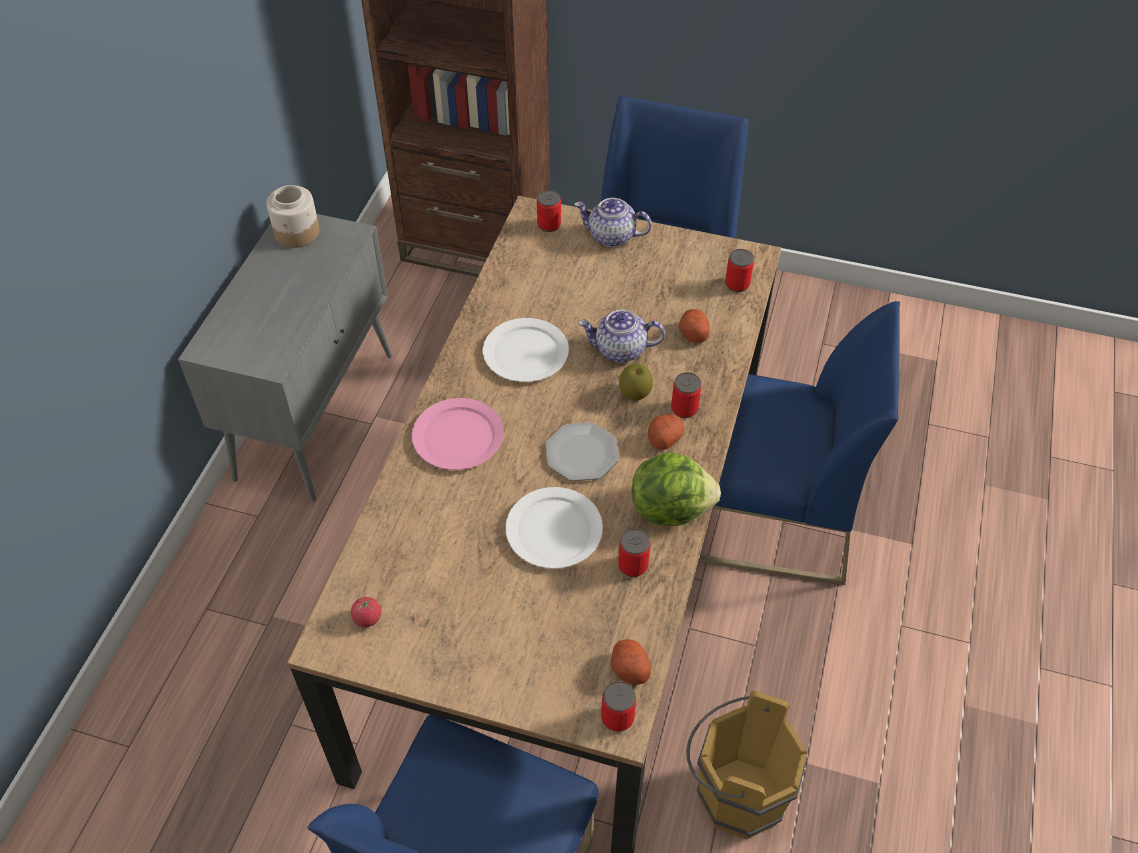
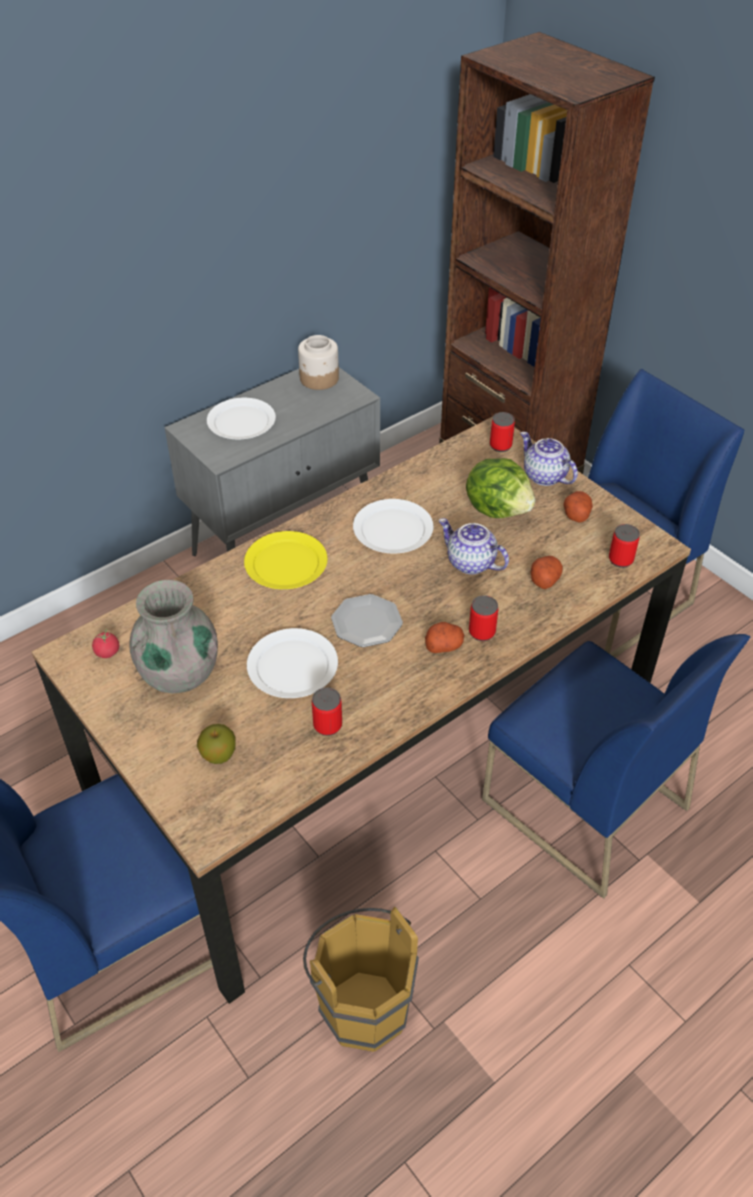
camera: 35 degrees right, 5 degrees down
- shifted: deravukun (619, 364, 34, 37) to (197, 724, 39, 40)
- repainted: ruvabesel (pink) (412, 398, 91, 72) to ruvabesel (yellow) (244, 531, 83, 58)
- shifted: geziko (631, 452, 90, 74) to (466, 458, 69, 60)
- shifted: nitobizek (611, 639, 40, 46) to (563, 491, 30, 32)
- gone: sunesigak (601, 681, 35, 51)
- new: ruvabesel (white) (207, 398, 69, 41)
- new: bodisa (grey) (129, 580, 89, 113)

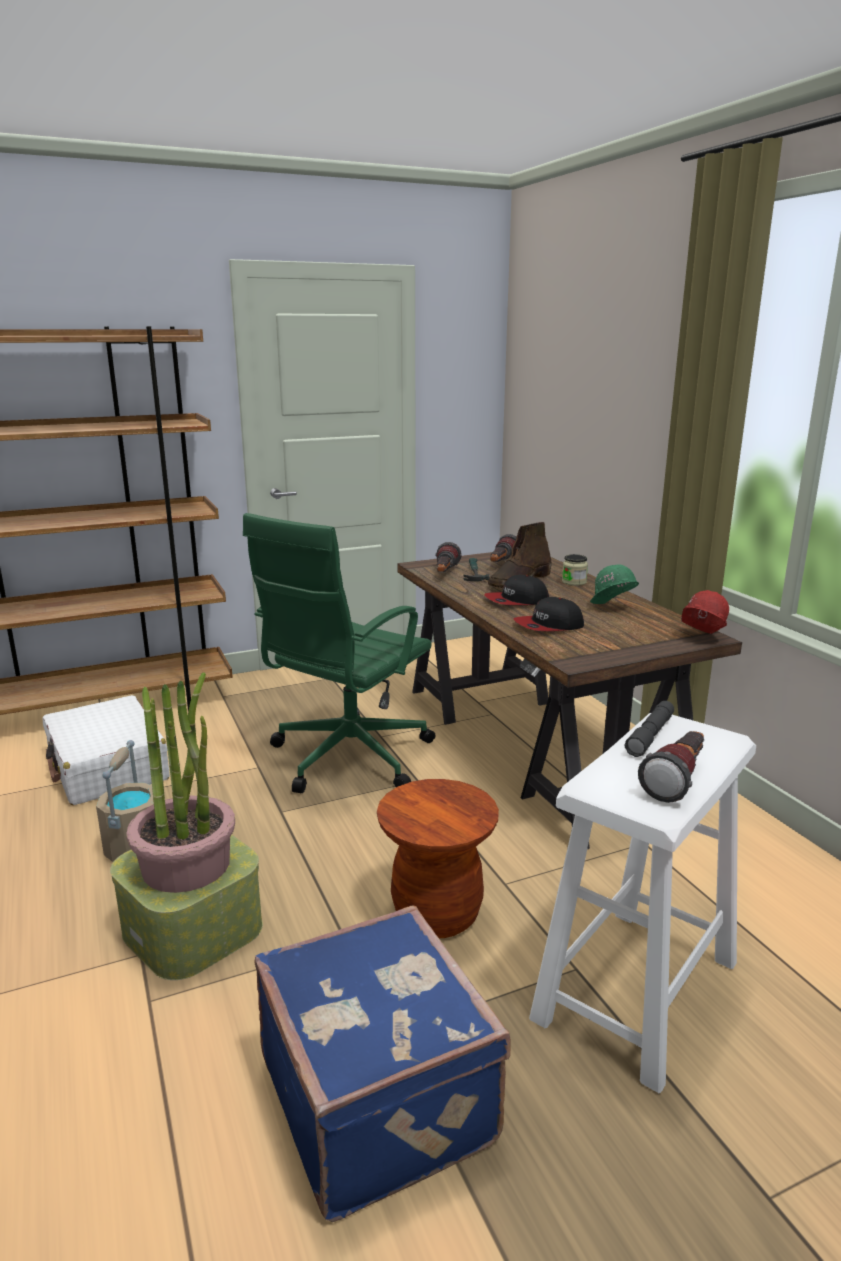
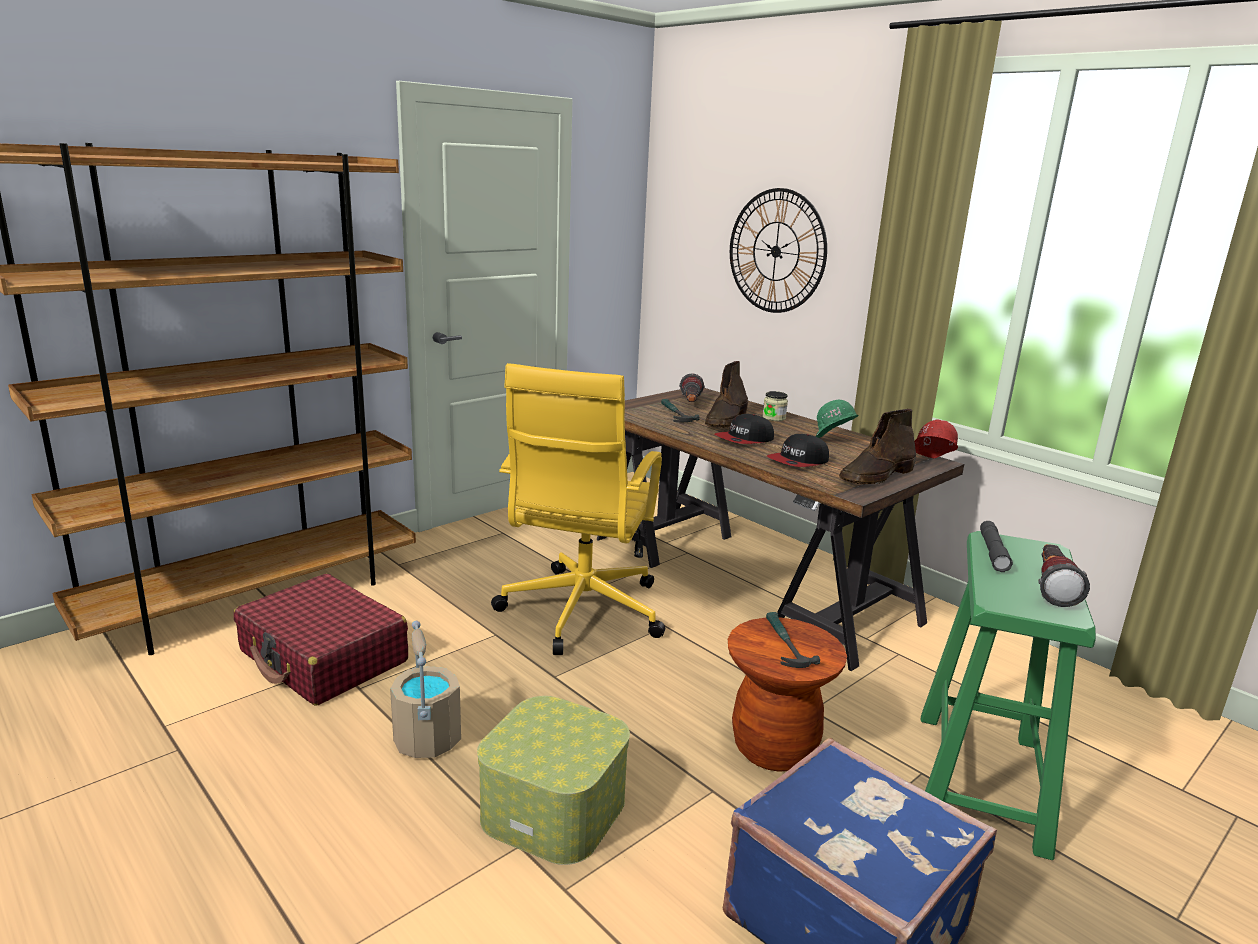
camera: 20 degrees left, 0 degrees up
- repainted: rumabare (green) (243, 513, 193, 280) to rumabare (yellow) (491, 363, 174, 292)
- gone: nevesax (435, 542, 27, 30)
- gone: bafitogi (126, 672, 109, 221)
- repainted: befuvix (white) (43, 695, 127, 110) to befuvix (red) (234, 574, 174, 132)
- repainted: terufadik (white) (529, 713, 227, 380) to terufadik (green) (921, 531, 175, 329)
- new: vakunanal (730, 188, 97, 125)
- new: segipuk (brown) (839, 409, 77, 75)
- new: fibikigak (766, 612, 54, 56)

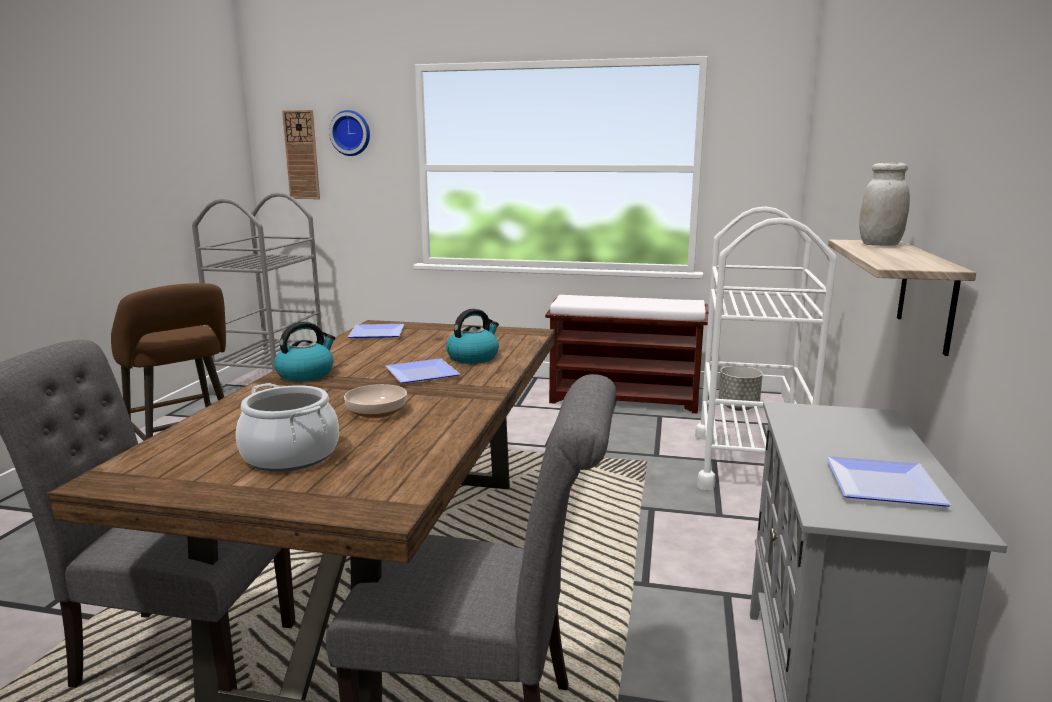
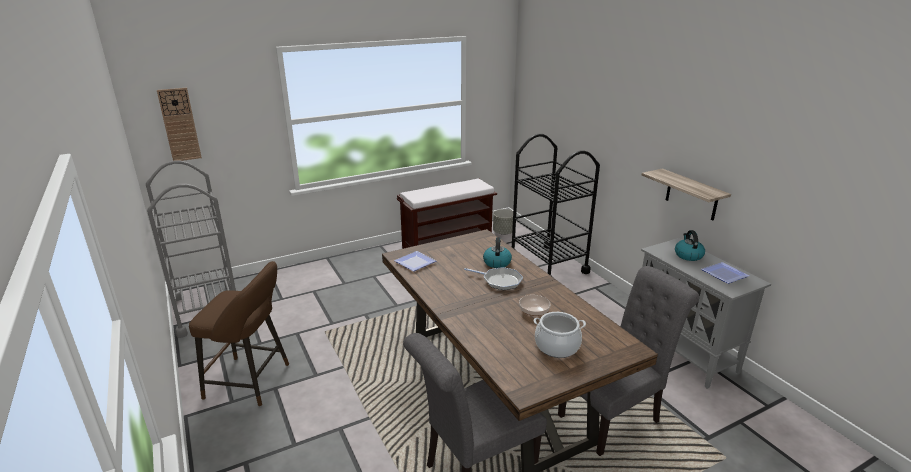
camera: 40 degrees left, 10 degrees up
- gone: vakunanal (329, 110, 41, 46)
- gone: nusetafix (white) (859, 163, 51, 83)
- repainted: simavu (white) (695, 206, 142, 284) to simavu (black) (512, 134, 88, 142)
- shifted: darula (274, 321, 61, 60) to (675, 230, 30, 31)
- swapped: ruvabesel (385, 358, 75, 25) to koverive (464, 267, 59, 23)

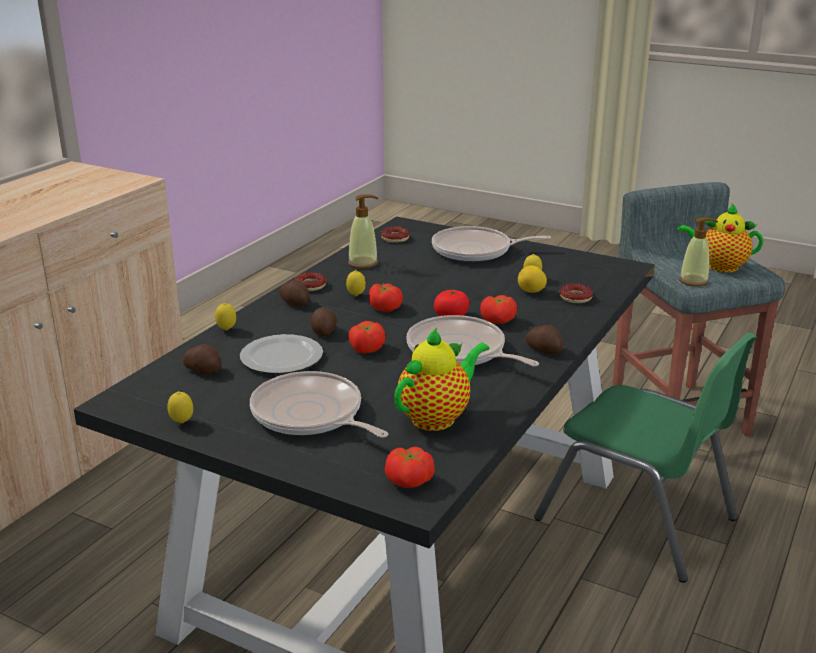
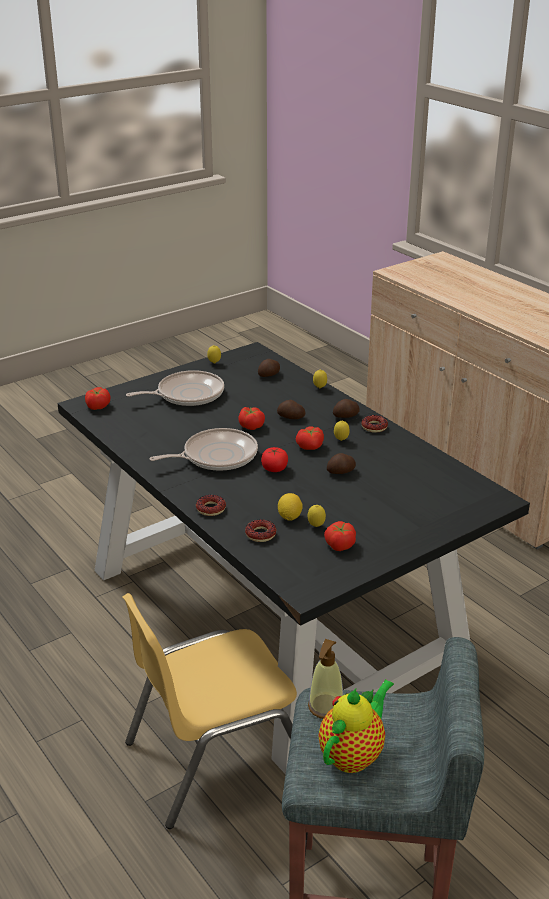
camera: 115 degrees right, 5 degrees up
- gone: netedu (348, 194, 30, 75)
- shifted: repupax (381, 226, 29, 17) to (196, 495, 30, 21)
- gone: koverive (432, 226, 119, 36)
- shifted: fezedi (480, 295, 37, 29) to (324, 521, 32, 30)
- shifted: nitobizek (526, 325, 37, 29) to (327, 453, 29, 21)
- gone: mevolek (394, 328, 95, 103)
- repainted: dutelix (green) (534, 332, 223, 251) to dutelix (yellow) (122, 593, 175, 236)
- gone: ruvabesel (240, 334, 83, 40)

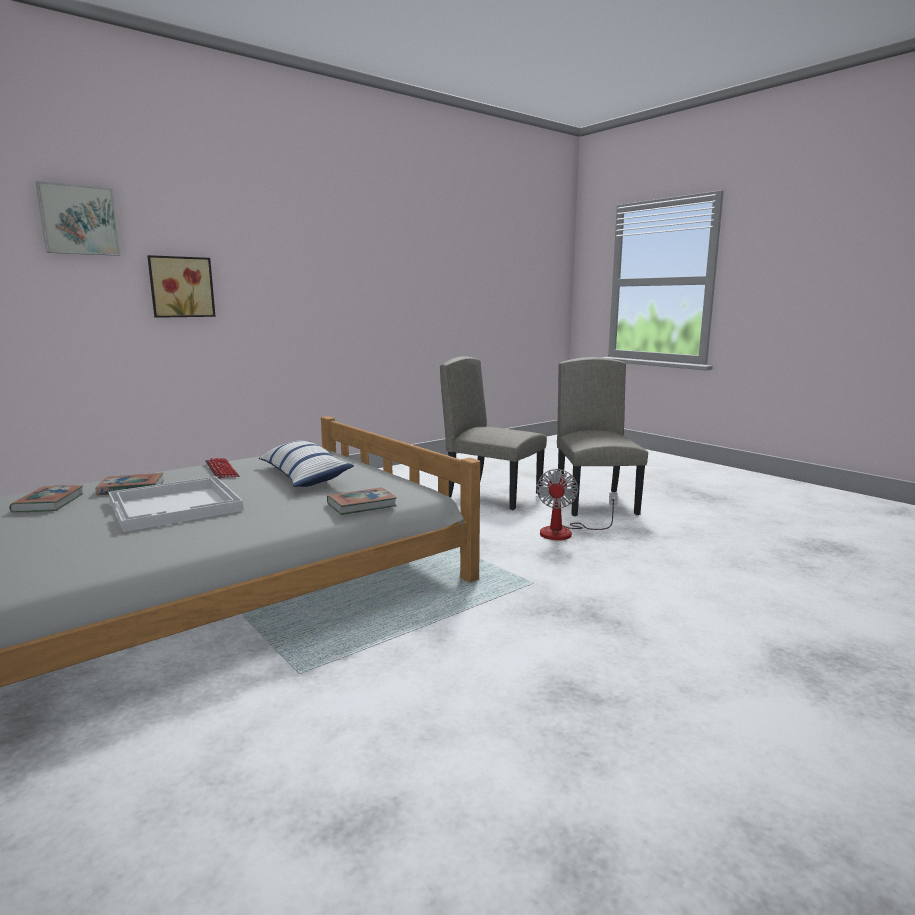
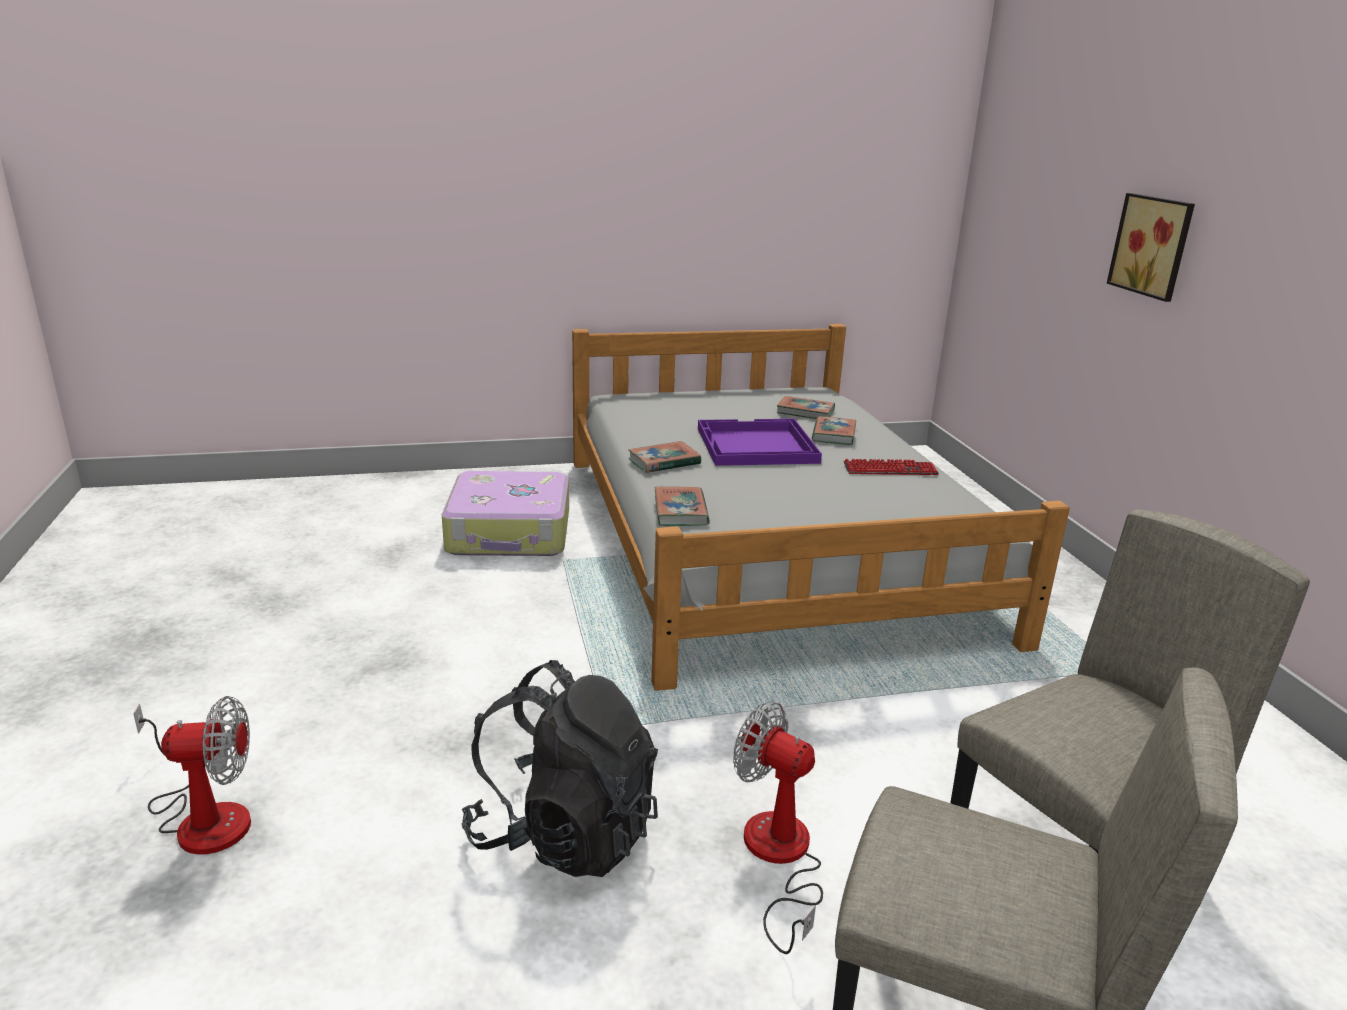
camera: 115 degrees right, 10 degrees up
- gone: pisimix (36, 181, 85, 75)
- gone: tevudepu (259, 441, 95, 46)
- repainted: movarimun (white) (109, 476, 135, 56) to movarimun (purple) (698, 419, 124, 47)
- new: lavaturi (628, 441, 73, 32)
- new: befuvix (442, 471, 127, 85)
- new: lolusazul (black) (461, 660, 197, 217)
- new: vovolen (133, 696, 118, 159)

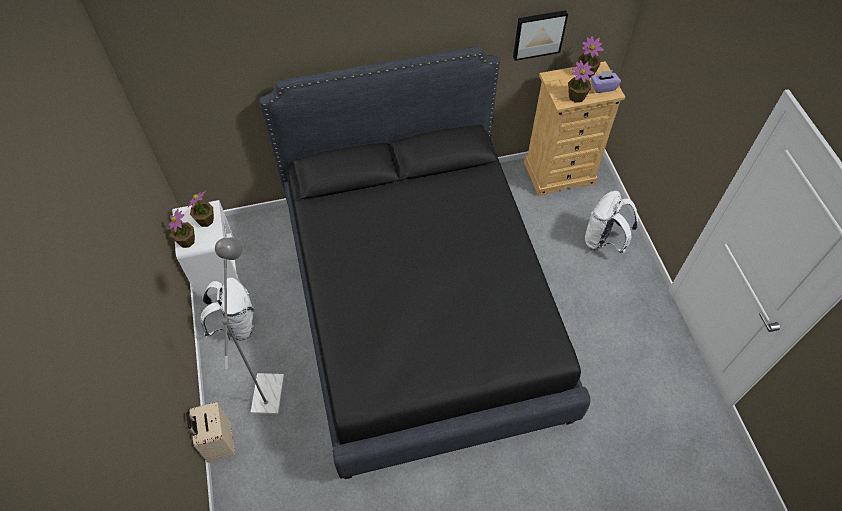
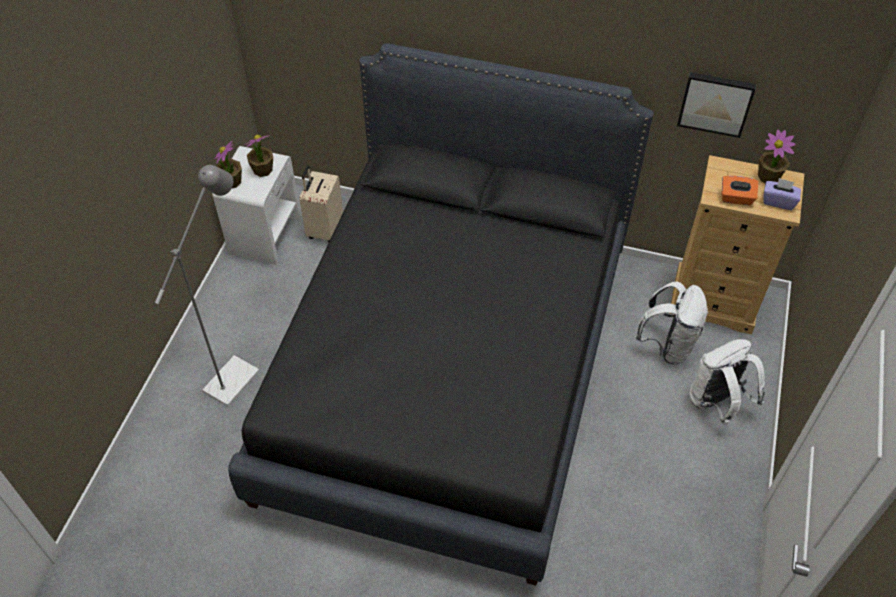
camera: 30 degrees right, 5 degrees down
- swapped: bafitogi (568, 60, 26, 43) to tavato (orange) (722, 176, 36, 29)
- shifted: lolusazul (white) (200, 278, 54, 63) to (635, 282, 74, 82)
- shifted: befuvix (beige) (186, 402, 49, 61) to (299, 165, 44, 77)

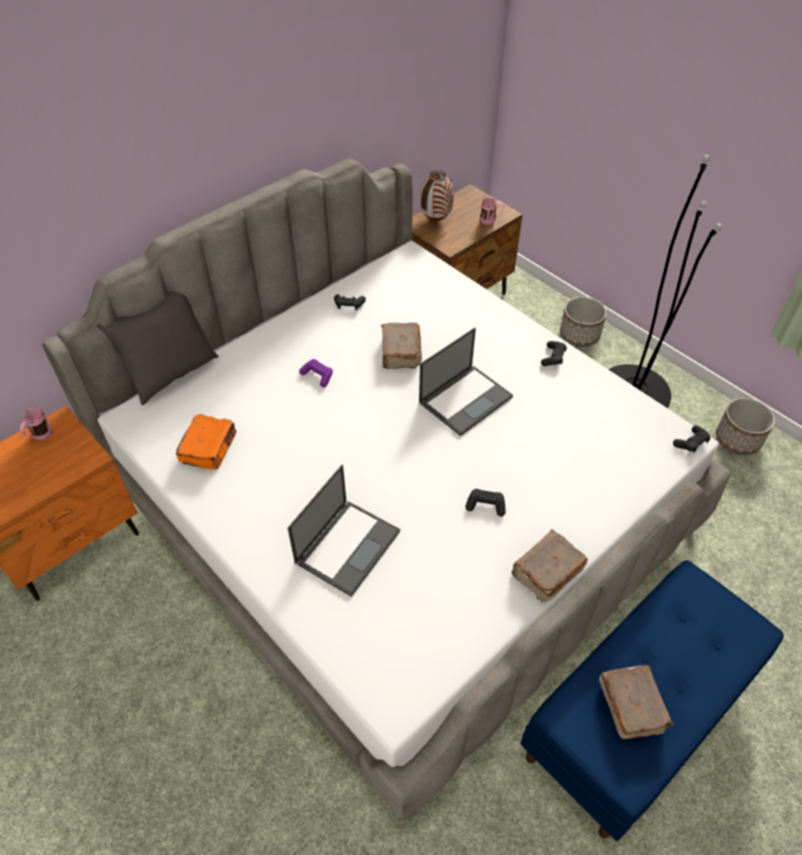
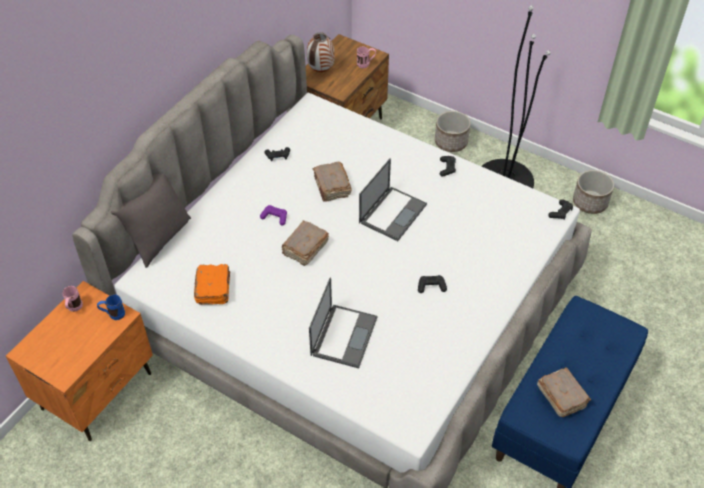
camera: 15 degrees left, 0 degrees up
- shifted: lavaturi (brown) (511, 529, 77, 73) to (282, 221, 47, 45)
- new: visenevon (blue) (97, 294, 28, 26)

